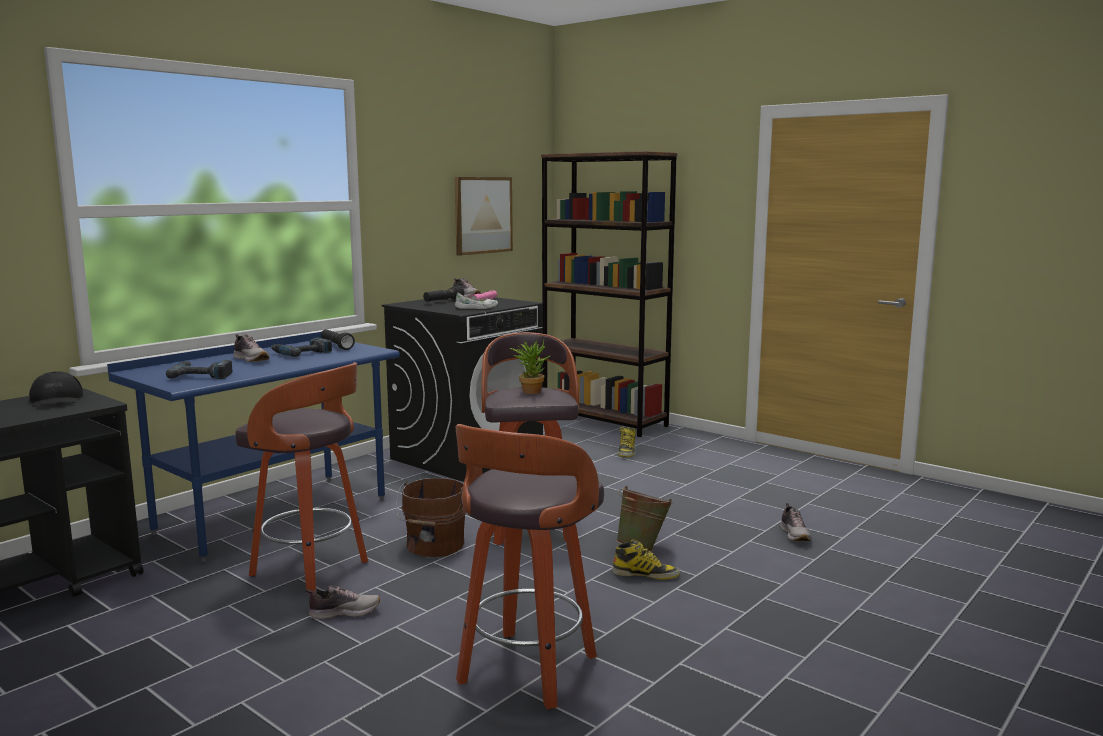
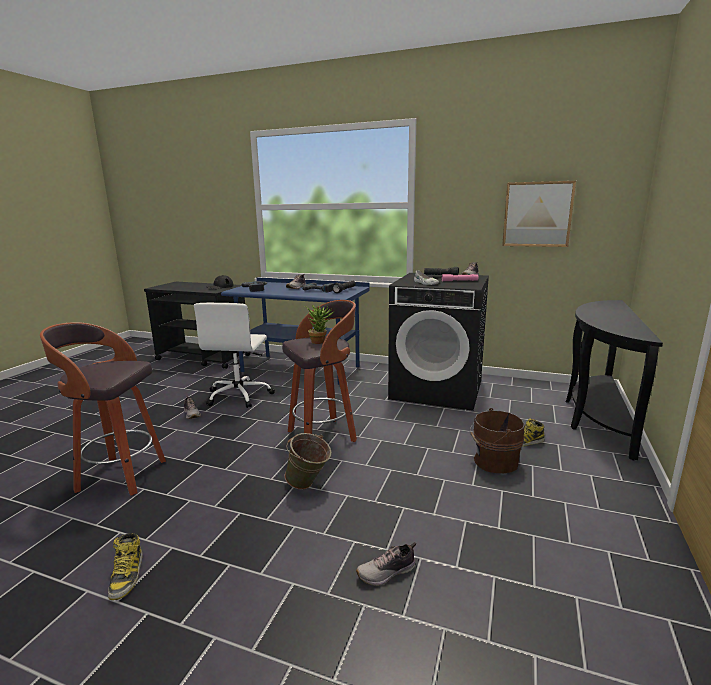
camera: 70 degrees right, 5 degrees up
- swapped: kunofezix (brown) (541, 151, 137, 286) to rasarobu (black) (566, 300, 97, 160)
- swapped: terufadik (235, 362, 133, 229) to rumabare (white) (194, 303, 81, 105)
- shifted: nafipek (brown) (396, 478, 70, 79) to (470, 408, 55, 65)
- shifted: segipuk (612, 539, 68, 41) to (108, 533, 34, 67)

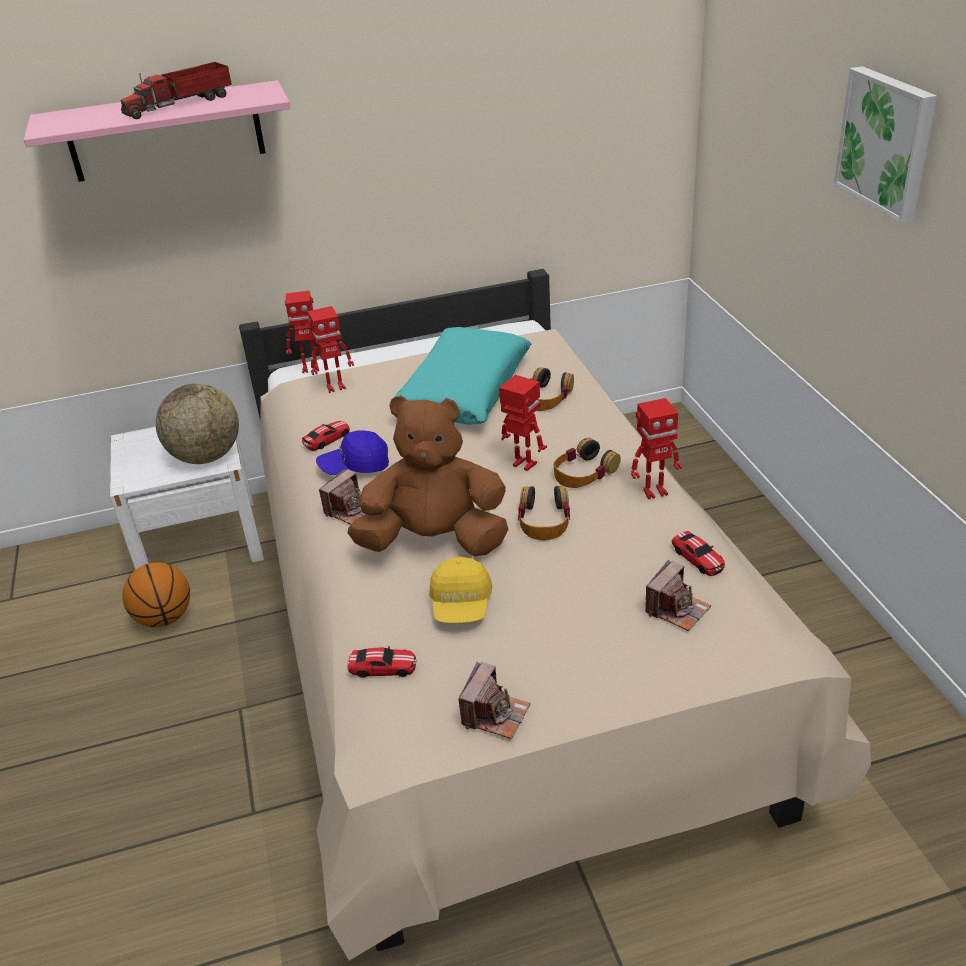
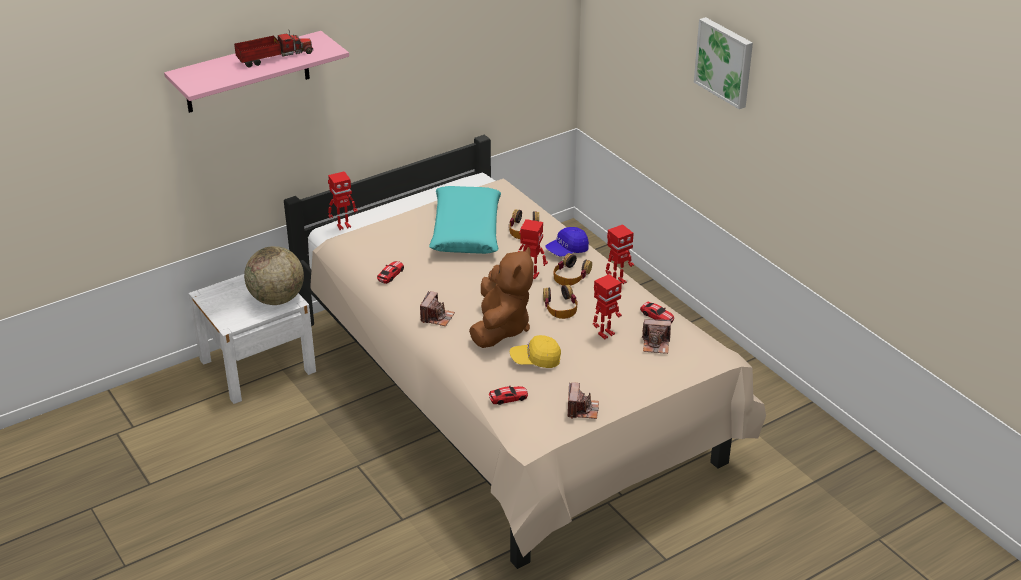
camera: 20 degrees left, 0 degrees up
- rotated: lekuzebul (121, 62, 111, 57) = (234, 29, 79, 39) 150 degrees counterclockwise
- shifted: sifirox (308, 306, 46, 87) to (593, 274, 29, 66)
- rotated: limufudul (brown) (348, 396, 161, 160) = (469, 247, 65, 101) 120 degrees clockwise
- shifted: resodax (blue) (316, 430, 73, 45) to (545, 227, 44, 30)
- rotated: resodax (yellow) (429, 557, 63, 66) = (510, 335, 51, 33) 105 degrees clockwise
- rotated: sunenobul (645, 560, 66, 71) = (642, 319, 29, 35) 75 degrees clockwise
- gone: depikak (122, 562, 68, 65)

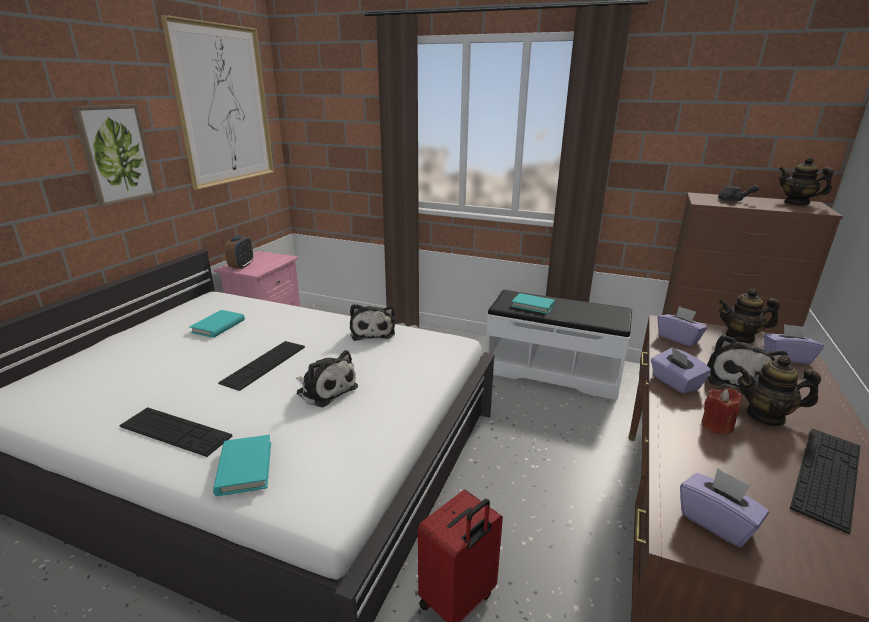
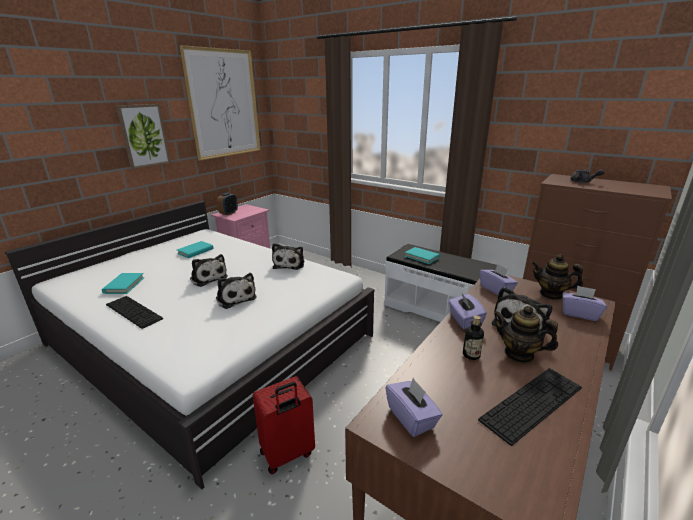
camera: 15 degrees right, 0 degrees up
- gone: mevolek (779, 157, 55, 48)
- swapped: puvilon (218, 341, 87, 50) to limufudul (190, 254, 38, 33)
- swapped: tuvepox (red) (701, 388, 41, 47) to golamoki (463, 315, 21, 45)
- shifted: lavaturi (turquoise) (213, 435, 58, 61) to (102, 273, 43, 21)

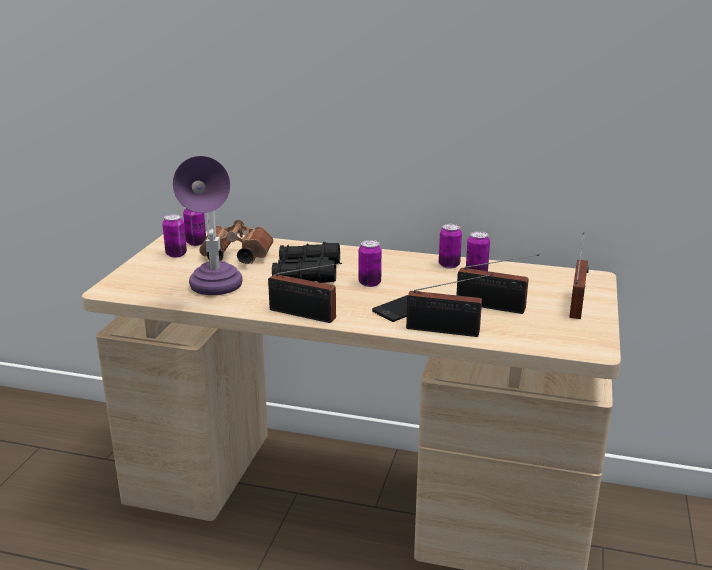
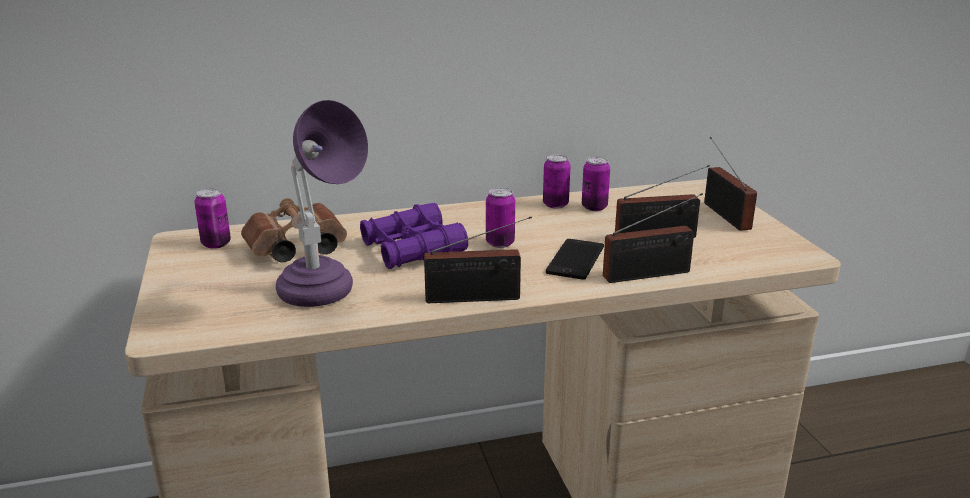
camera: 30 degrees left, 0 degrees up
- gone: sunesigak (162, 214, 25, 44)
- repainted: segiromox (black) (272, 242, 68, 41) to segiromox (purple) (360, 203, 108, 66)

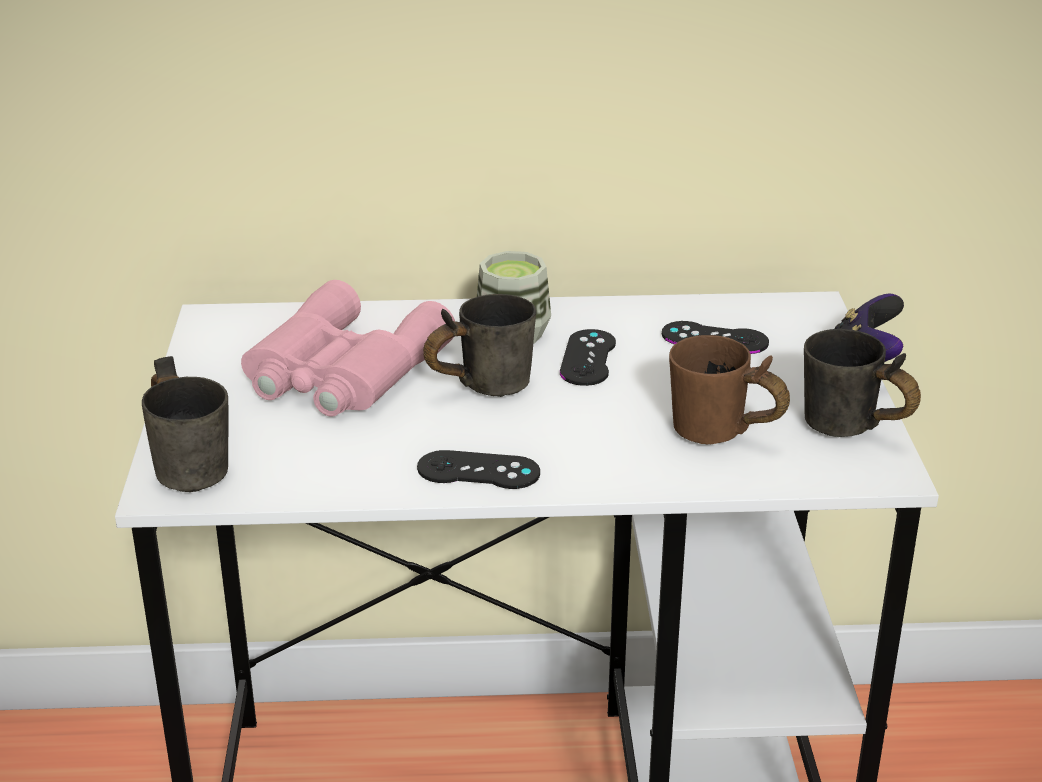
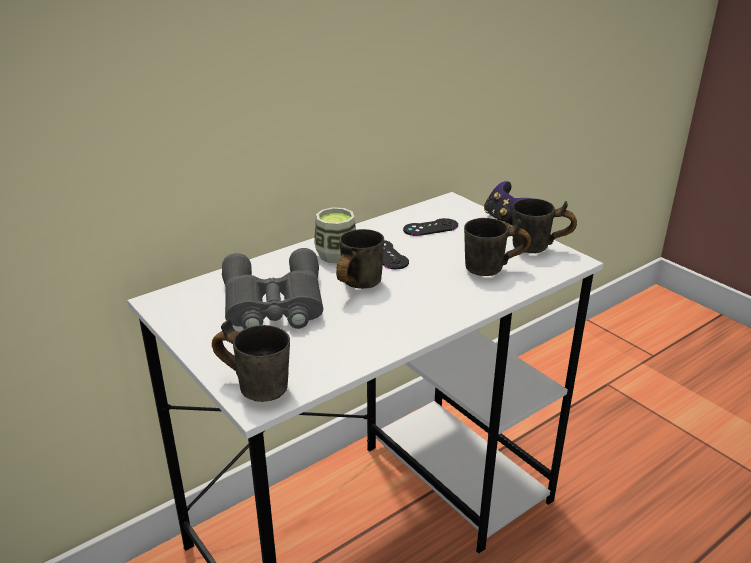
camera: 35 degrees left, 0 degrees up
- repainted: segiromox (pink) (241, 280, 214, 137) to segiromox (grey) (222, 248, 101, 81)
- repainted: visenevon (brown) (669, 335, 121, 110) to visenevon (grey) (464, 218, 67, 58)
- gone: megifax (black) (417, 450, 123, 39)

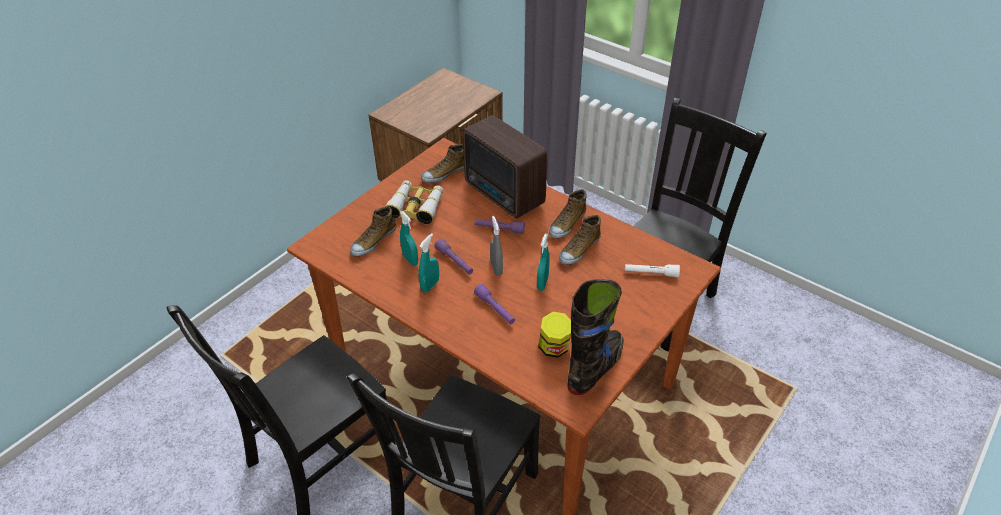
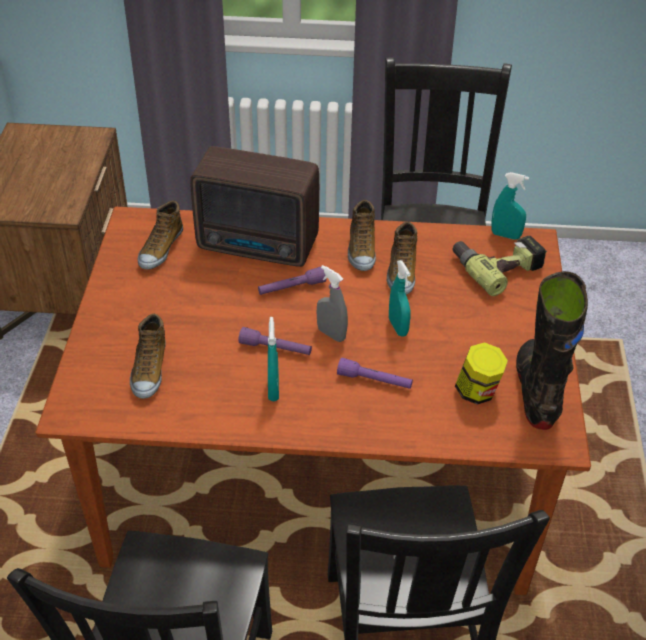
camera: 35 degrees left, 0 degrees up
- gone: segiromox (385, 180, 59, 44)
- shifted: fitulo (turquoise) (400, 211, 18, 55) to (491, 172, 38, 68)
- swapped: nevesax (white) (625, 264, 55, 13) to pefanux (453, 235, 94, 61)

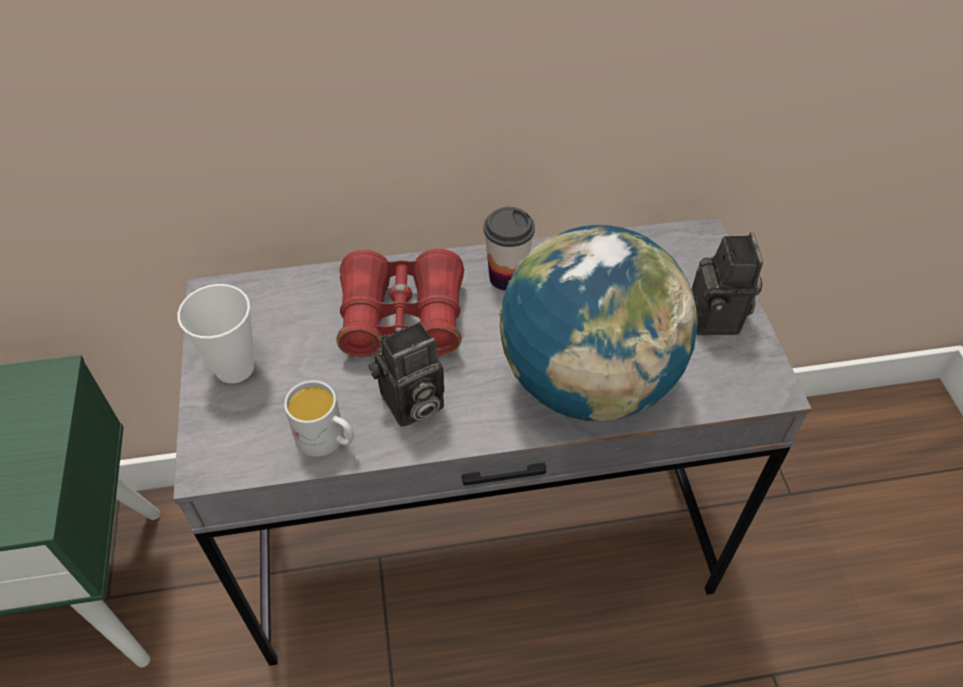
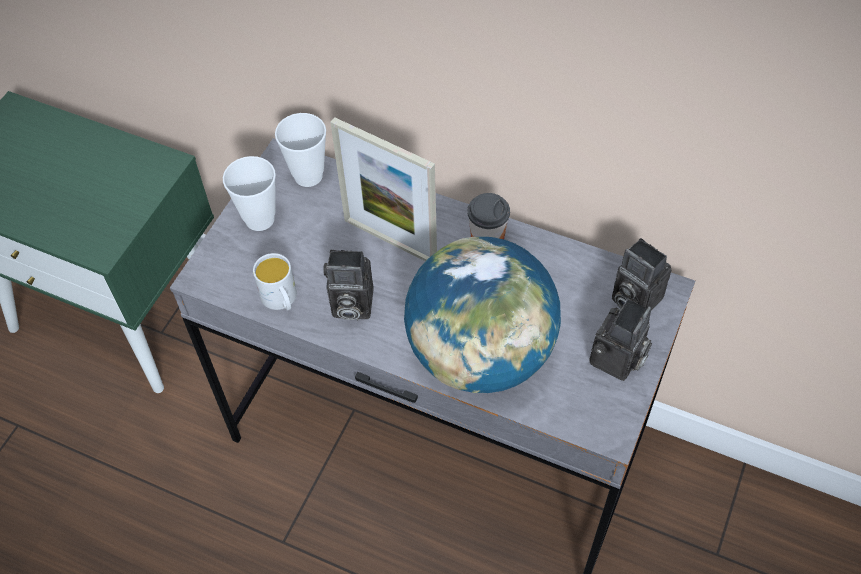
camera: 35 degrees right, 5 degrees up
- swapped: segiromox (red) (336, 249, 128, 108) to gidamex (330, 117, 107, 144)
- new: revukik (275, 113, 51, 74)
- new: sunenobul (612, 238, 59, 73)

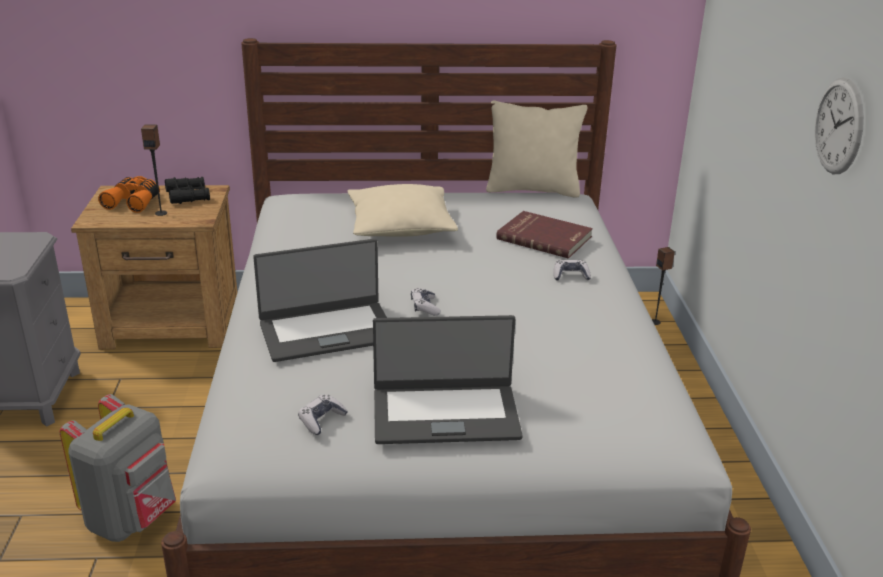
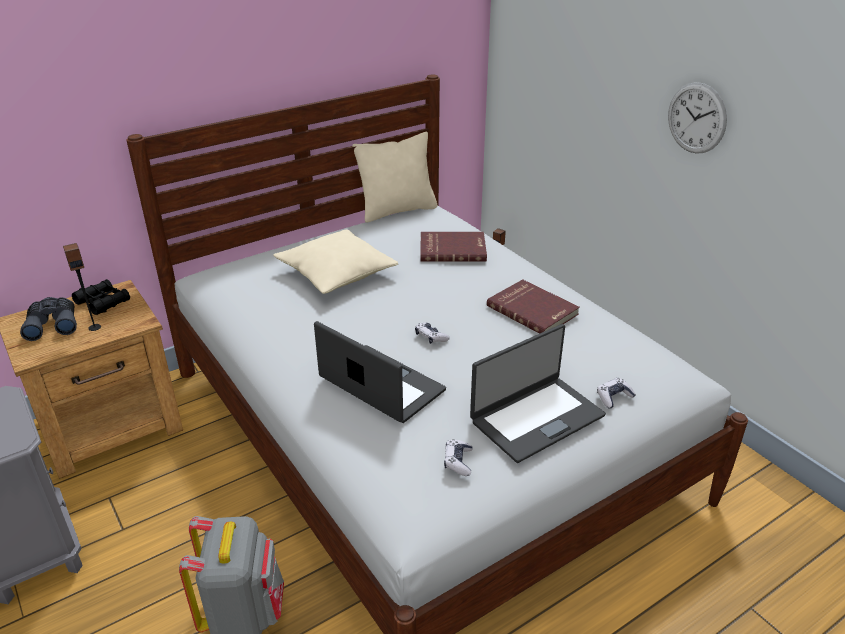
camera: 30 degrees left, 5 degrees up
- repainted: segiromox (orange) (98, 176, 62, 37) to segiromox (grey) (20, 297, 57, 44)
- rotated: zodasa (253, 239, 134, 123) = (314, 321, 132, 102) 90 degrees counterclockwise
- shifted: megifax (553, 260, 38, 21) to (597, 378, 39, 31)
- new: lavaturi (red) (487, 279, 93, 55)

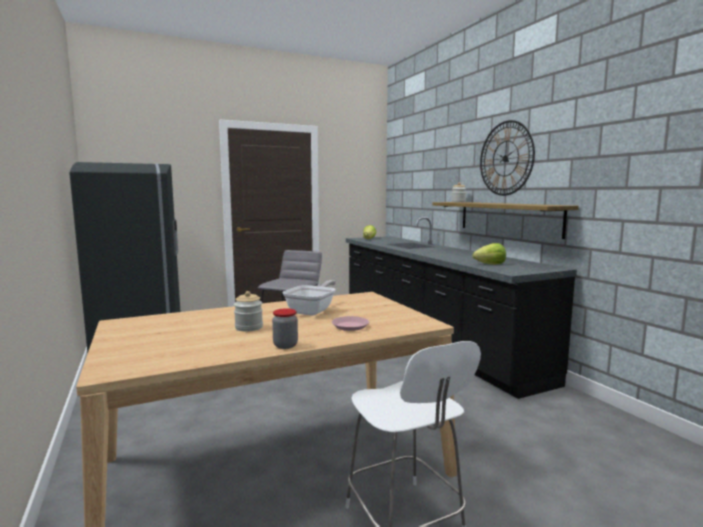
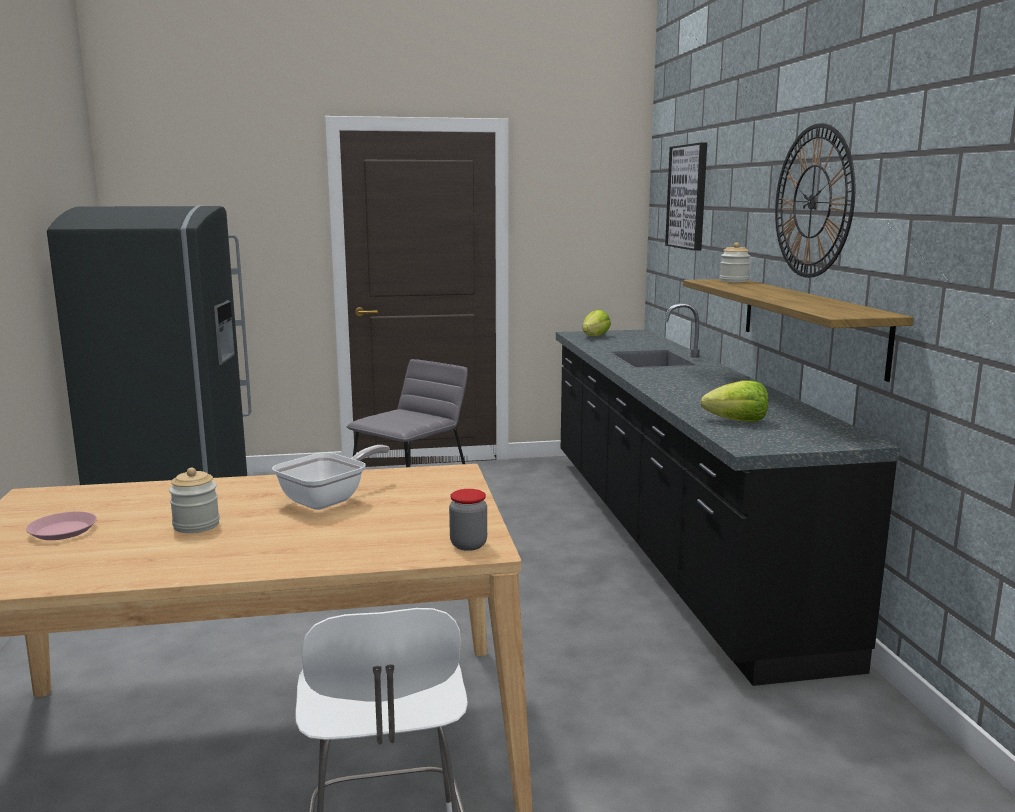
camera: 15 degrees right, 5 degrees up
- shifted: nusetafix (272, 308, 26, 41) to (449, 489, 38, 62)
- shifted: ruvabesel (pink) (332, 316, 37, 15) to (26, 512, 71, 28)
- new: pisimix (665, 143, 42, 108)

